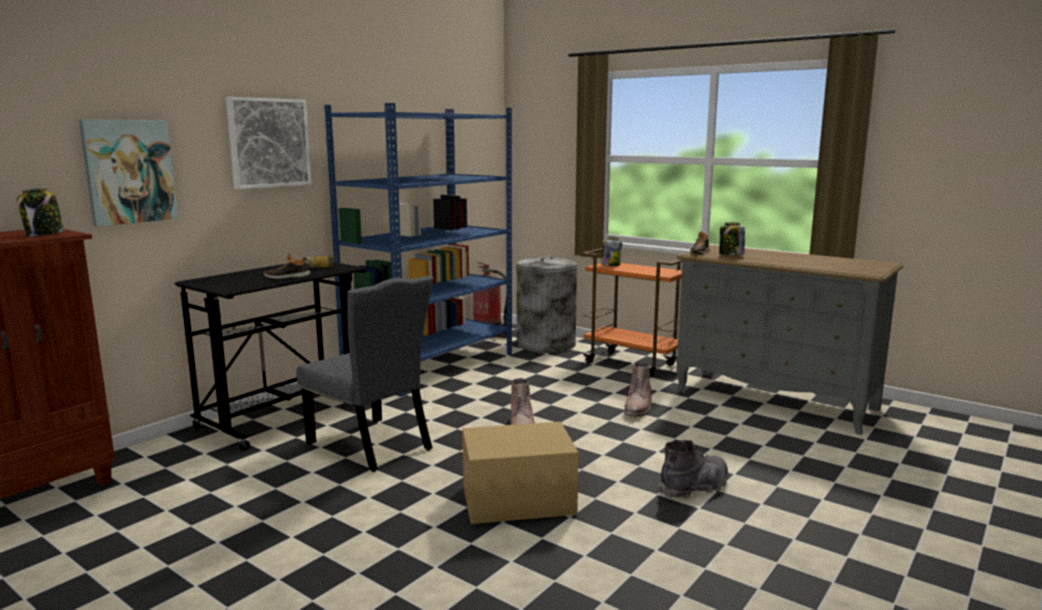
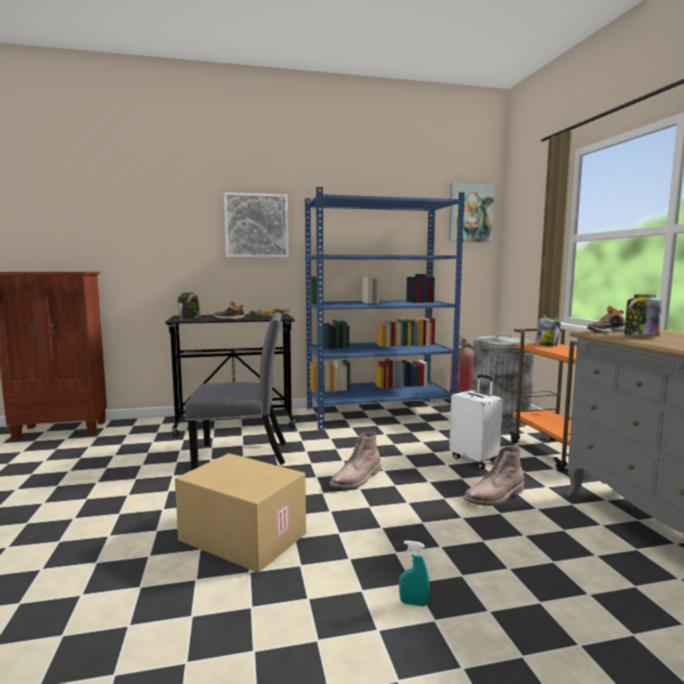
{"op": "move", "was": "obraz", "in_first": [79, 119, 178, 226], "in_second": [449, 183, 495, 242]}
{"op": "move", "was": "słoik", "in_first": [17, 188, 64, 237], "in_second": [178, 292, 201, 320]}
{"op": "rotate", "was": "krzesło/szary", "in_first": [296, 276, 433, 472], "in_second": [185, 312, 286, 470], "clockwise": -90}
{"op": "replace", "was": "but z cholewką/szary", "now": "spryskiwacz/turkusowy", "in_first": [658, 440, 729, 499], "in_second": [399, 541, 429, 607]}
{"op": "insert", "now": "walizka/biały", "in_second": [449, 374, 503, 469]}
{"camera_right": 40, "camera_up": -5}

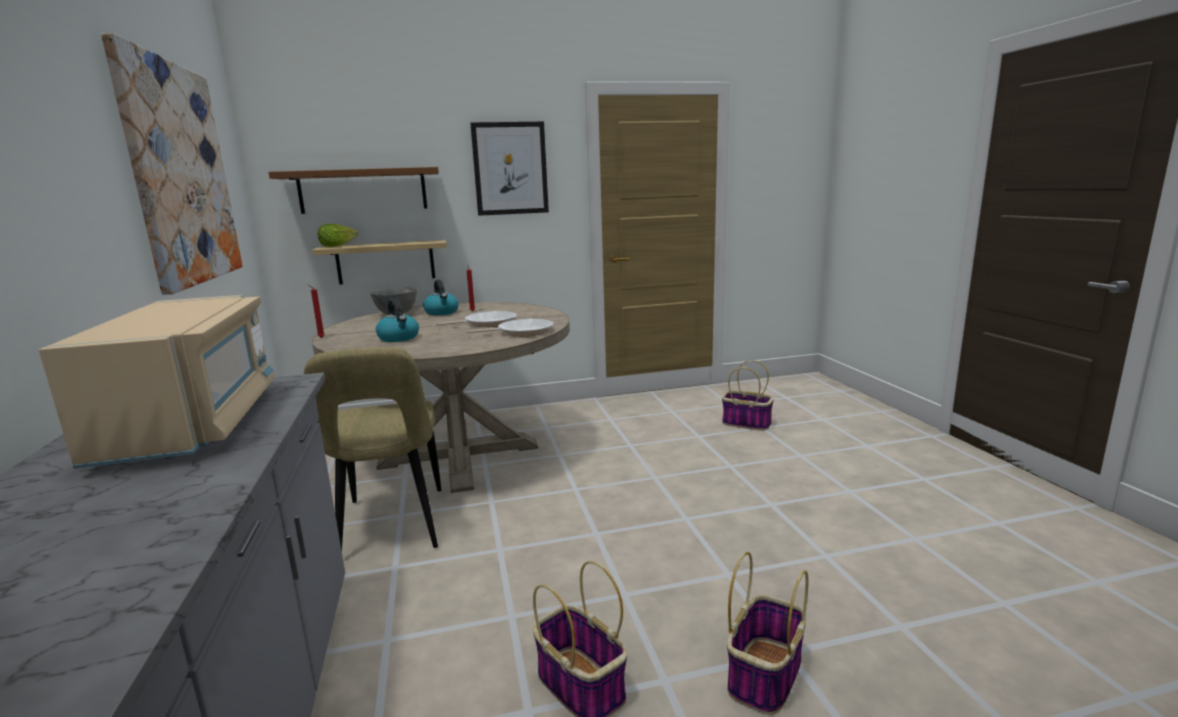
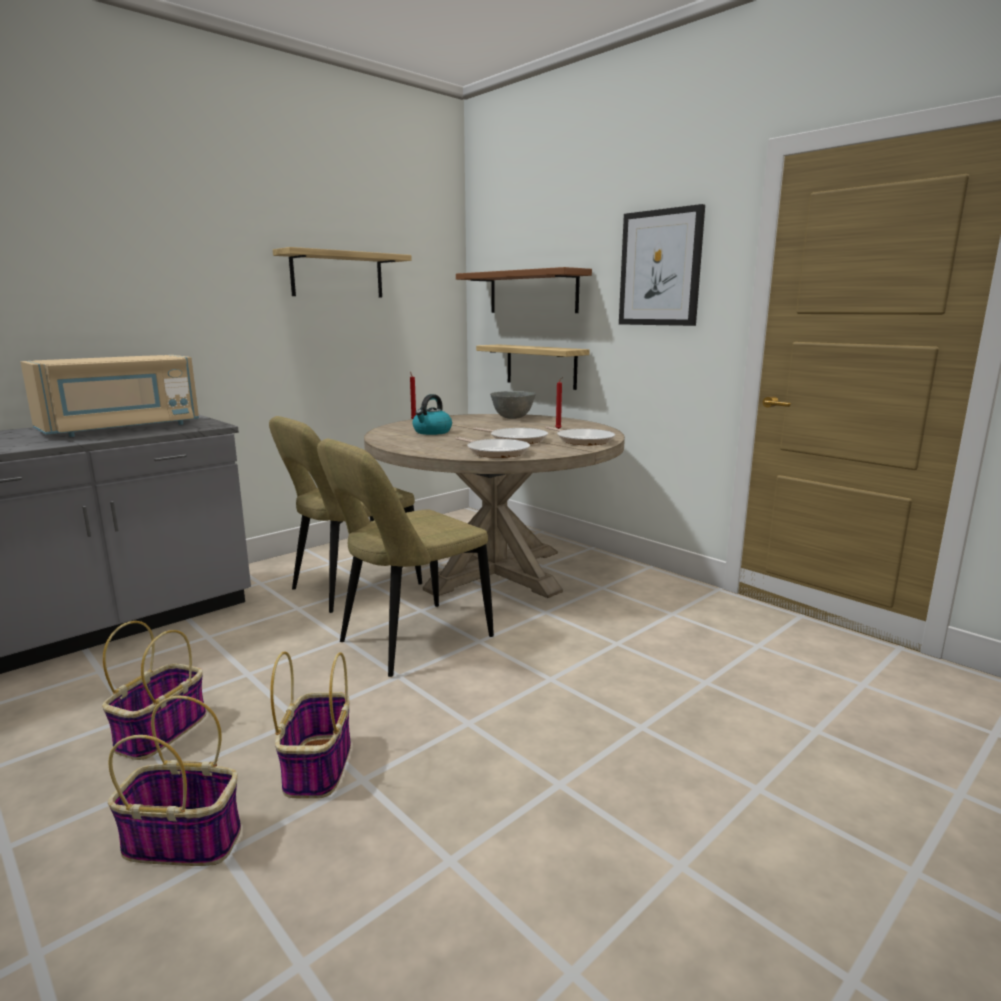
{"op": "replace", "was": "obraz", "now": "półka", "in_first": [101, 33, 243, 295], "in_second": [273, 247, 412, 298]}
{"op": "delete", "was": "sałata", "in_first": [318, 224, 358, 247]}
{"op": "delete", "was": "czajnik", "in_first": [423, 280, 459, 315]}
{"op": "move", "was": "koszyk", "in_first": [722, 360, 774, 431], "in_second": [270, 651, 351, 799]}
{"op": "insert", "now": "patelnia", "in_second": [546, 427, 615, 445]}
{"op": "insert", "now": "krzesło/beżowy", "in_second": [317, 439, 494, 677]}
{"camera_right": 60, "camera_up": 0}

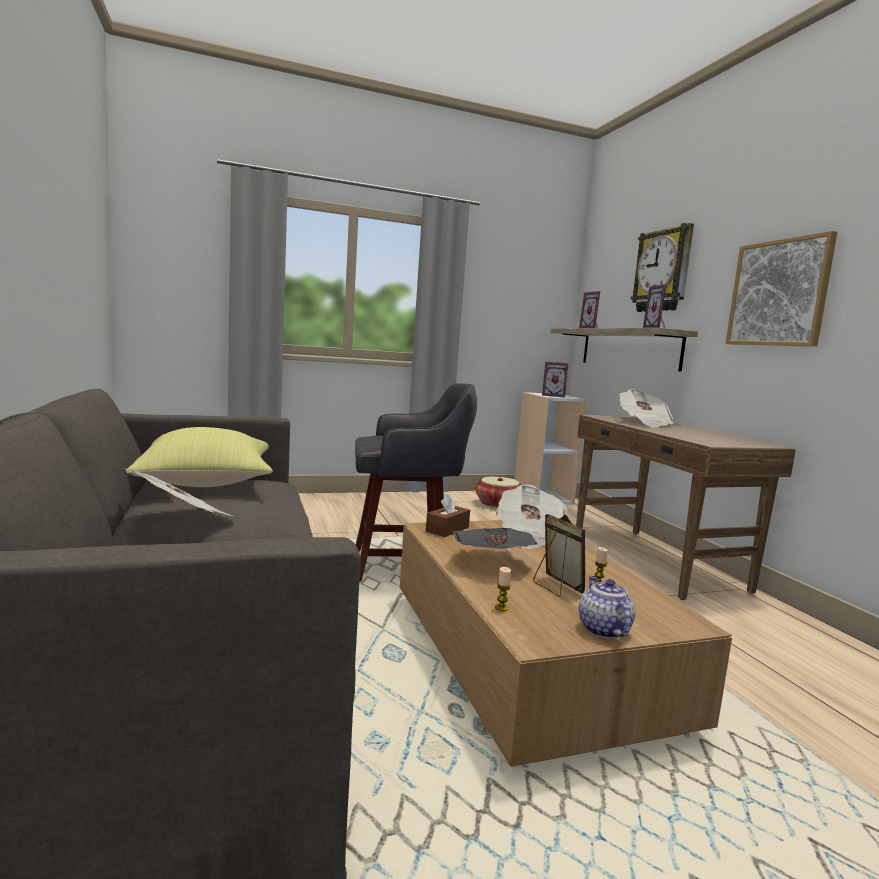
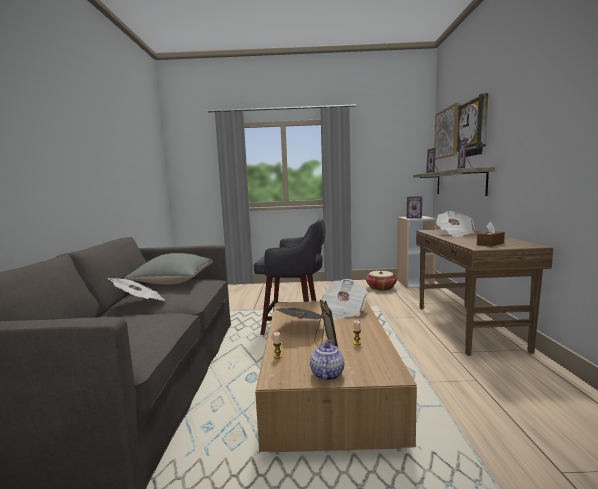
{"op": "move", "was": "obraz", "in_first": [725, 231, 837, 347], "in_second": [435, 103, 459, 159]}
{"op": "recolor", "was": "poduszka/żółty", "now": "poduszka/szary", "in_first": [126, 427, 273, 487], "in_second": [125, 253, 213, 285]}
{"op": "move", "was": "pudełko chusteczek/brązowy", "in_first": [426, 493, 470, 537], "in_second": [477, 221, 505, 247]}
{"camera_right": 20, "camera_up": 0}

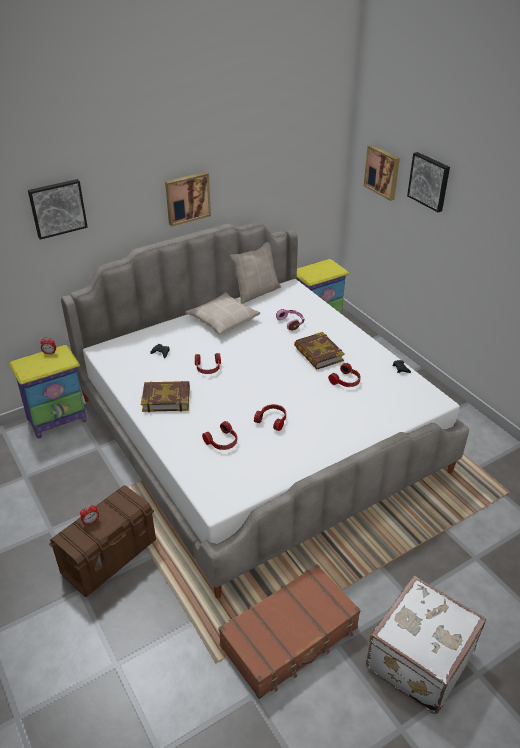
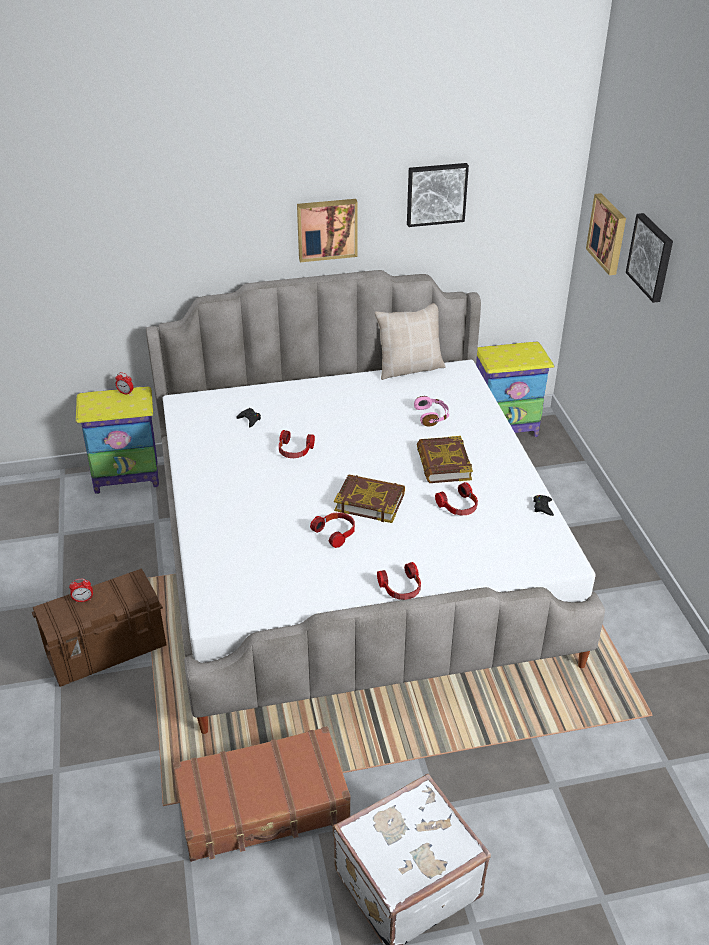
{"op": "move", "was": "obraz", "in_first": [28, 179, 88, 240], "in_second": [407, 163, 469, 227]}
{"op": "delete", "was": "poduszka/beżowy", "in_first": [185, 292, 260, 335]}
{"op": "move", "was": "książka", "in_first": [141, 381, 190, 412], "in_second": [334, 474, 405, 523]}
{"op": "move", "was": "słuchawki", "in_first": [202, 421, 237, 450], "in_second": [377, 562, 421, 600]}
{"camera_right": 20, "camera_up": 0}

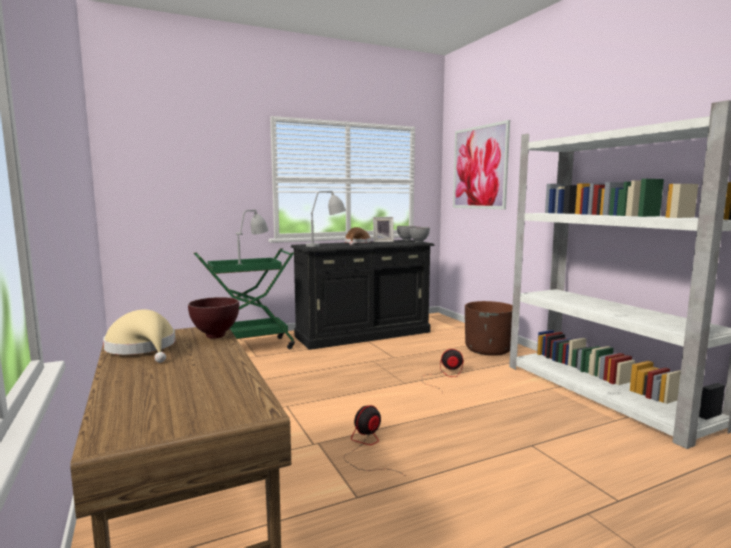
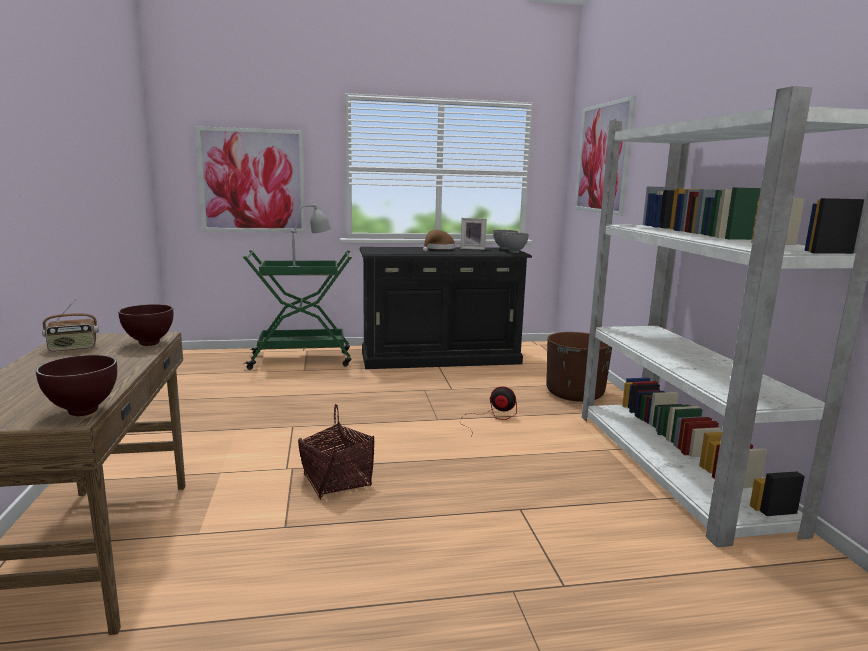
{"op": "delete", "was": "lampa stołowa/szary", "in_first": [306, 191, 346, 247]}
{"op": "replace", "was": "kapelusz/beżowy", "now": "radio", "in_first": [103, 309, 175, 363], "in_second": [42, 299, 99, 351]}
{"op": "replace", "was": "wentylator", "now": "koszyk", "in_first": [344, 405, 406, 476], "in_second": [298, 404, 374, 499]}
{"op": "insert", "now": "obraz", "in_second": [195, 126, 305, 232]}
{"op": "insert", "now": "miska/brązowy", "in_second": [36, 355, 117, 416]}
{"camera_right": 15, "camera_up": 5}

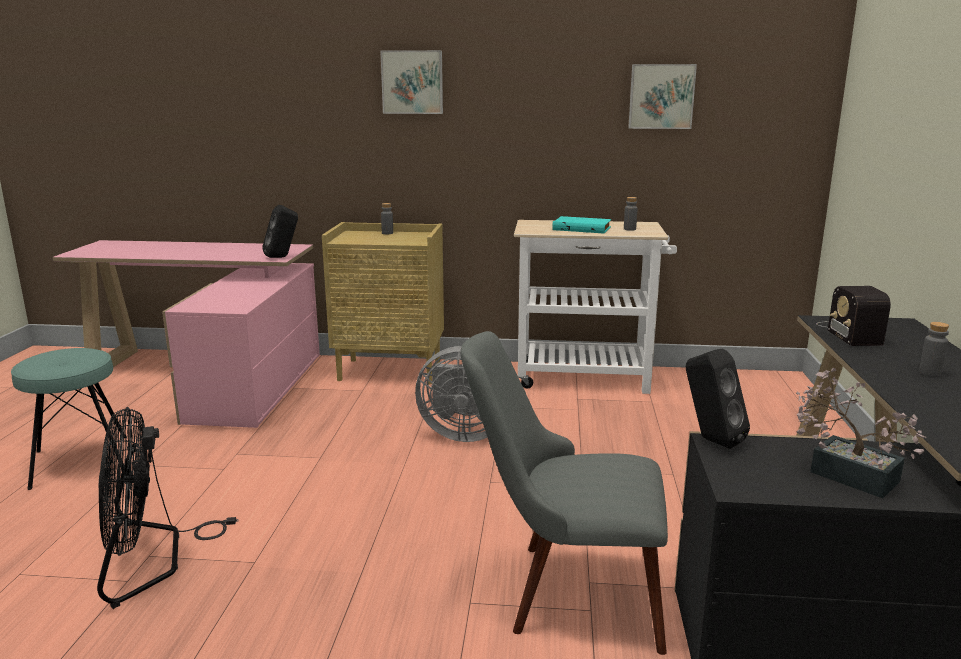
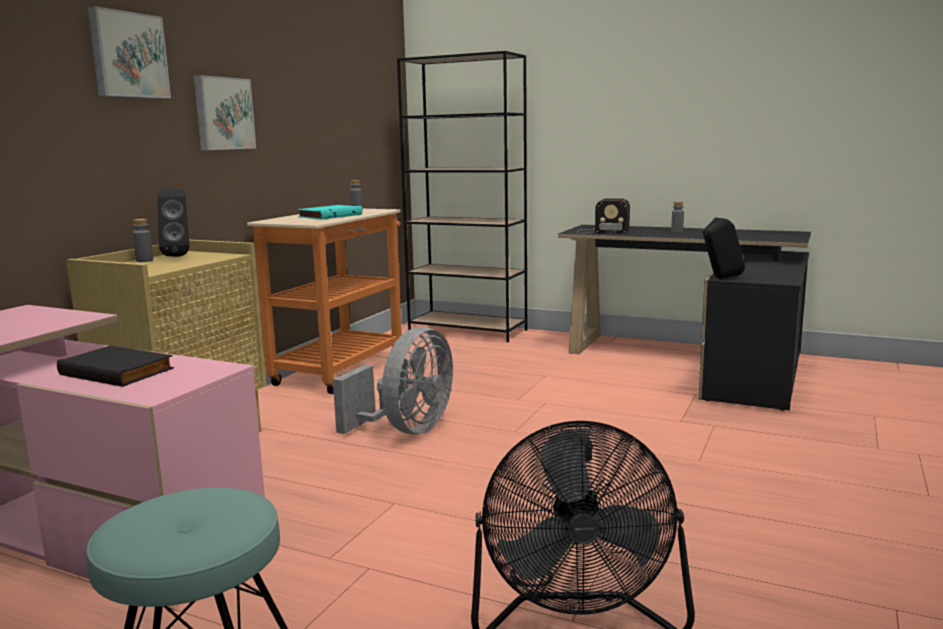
{"op": "move", "was": "obraz", "in_first": [628, 64, 697, 129], "in_second": [194, 75, 256, 150]}
{"op": "move", "was": "głośnik/czarny", "in_first": [262, 205, 298, 258], "in_second": [157, 188, 189, 257]}
{"op": "recolor", "was": "wózek/biały", "now": "wózek/pomarańczowy", "in_first": [514, 220, 677, 394], "in_second": [247, 209, 402, 394]}
{"op": "delete", "was": "krzesło/szary", "in_first": [461, 331, 668, 655]}
{"op": "delete", "was": "roślina doniczkowa", "in_first": [796, 368, 926, 498]}
{"op": "insert", "now": "regał/beżowy", "in_second": [397, 51, 527, 342]}
{"op": "insert", "now": "książka/czarny", "in_second": [57, 345, 174, 387]}
{"camera_right": -70, "camera_up": -5}

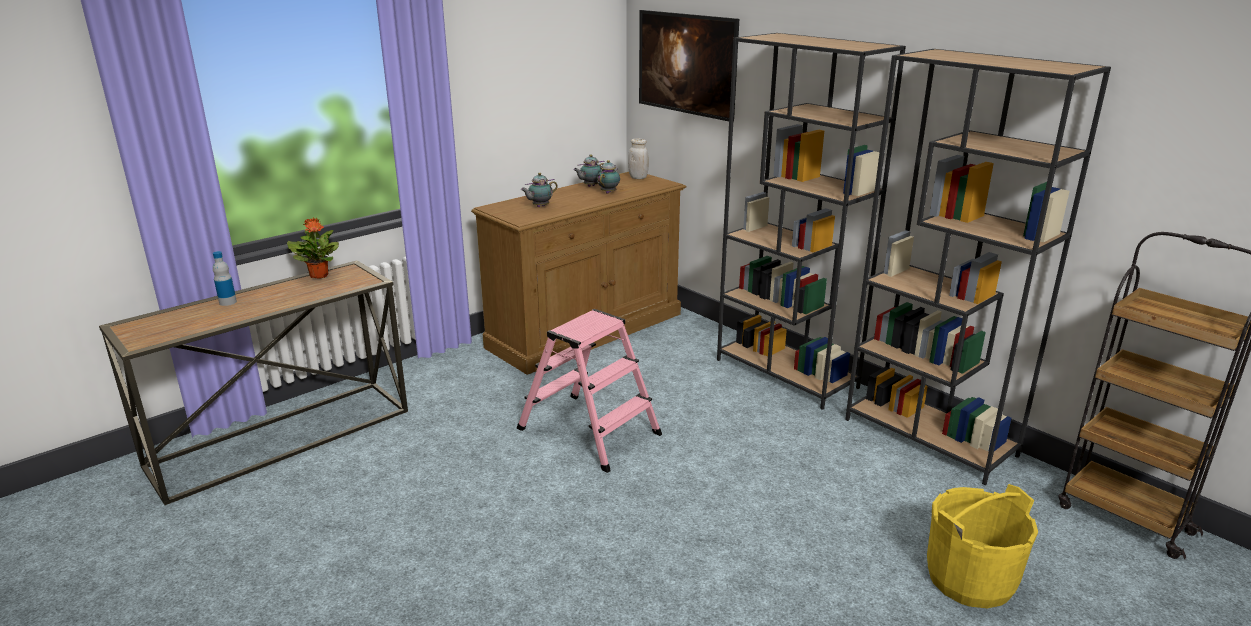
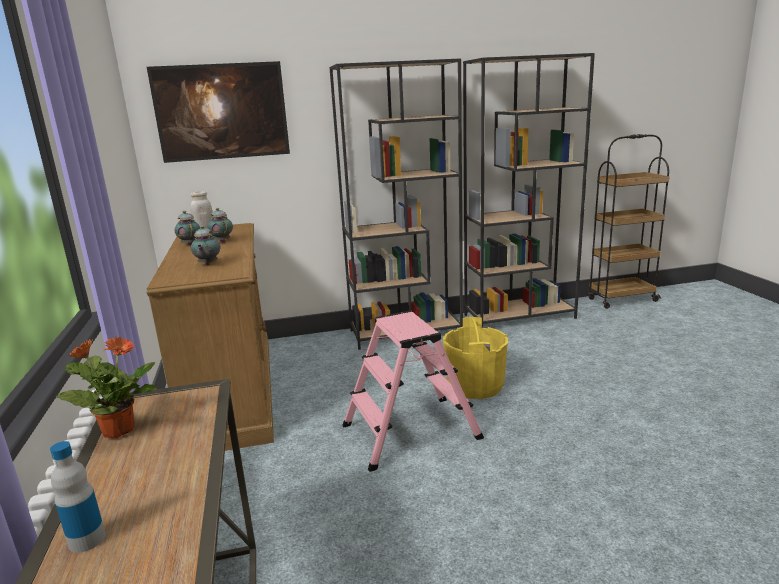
{"op": "rotate", "was": "imbryk", "in_first": [573, 154, 605, 187], "in_second": [175, 211, 200, 245], "clockwise": 150}
{"op": "move", "was": "wiadro/żółty", "in_first": [927, 484, 1038, 609], "in_second": [443, 317, 508, 399]}
{"camera_right": -60, "camera_up": -5}

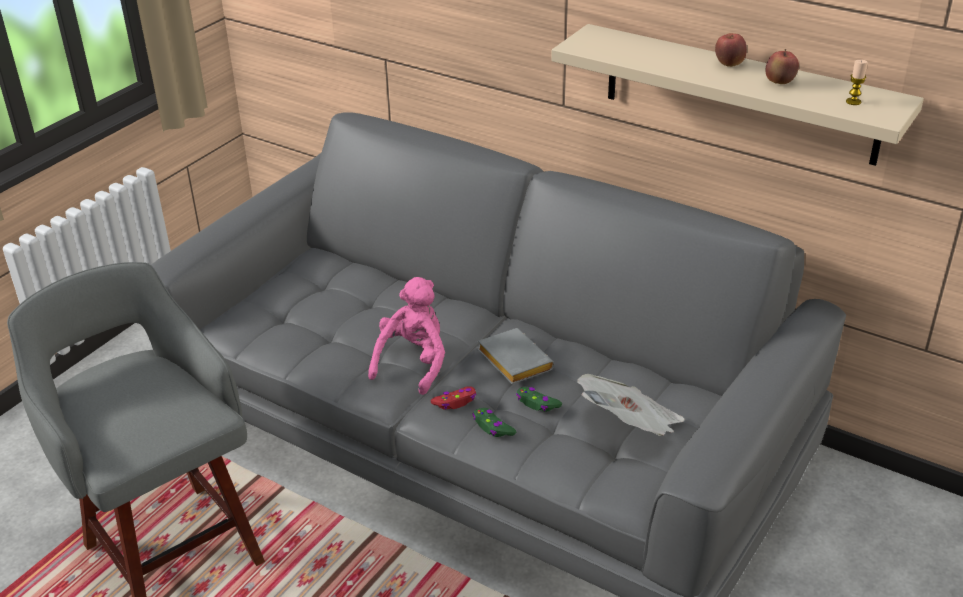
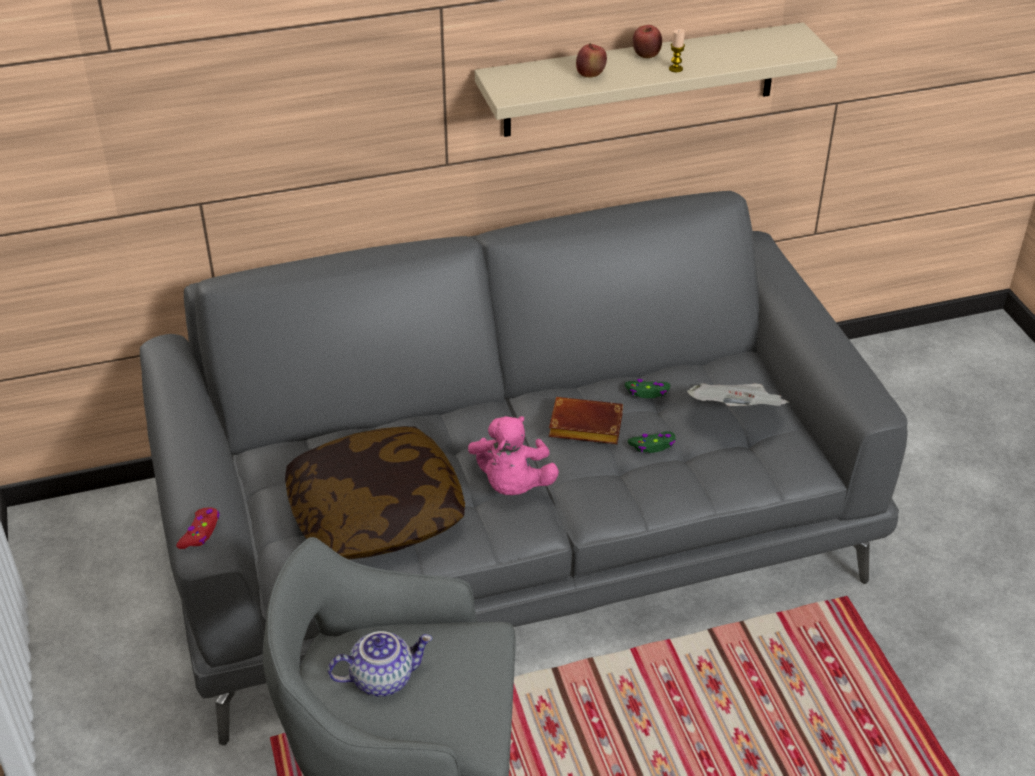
{"op": "move", "was": "jabłko", "in_first": [765, 49, 799, 84], "in_second": [576, 43, 607, 77]}
{"op": "move", "was": "świeca", "in_first": [846, 60, 868, 105], "in_second": [669, 29, 685, 72]}
{"op": "rotate", "was": "pluszak/różowy", "in_first": [368, 277, 445, 395], "in_second": [468, 416, 559, 495], "clockwise": -150}
{"op": "recolor", "was": "książka/szary", "now": "książka/brązowy", "in_first": [478, 328, 554, 384], "in_second": [549, 397, 623, 444]}
{"op": "move", "was": "pad do gier/czerwony", "in_first": [430, 386, 476, 410], "in_second": [176, 508, 219, 549]}
{"op": "move", "was": "pad do gier/zielony", "in_first": [472, 408, 516, 437], "in_second": [625, 379, 670, 398]}
{"op": "insert", "now": "poduszka", "in_second": [285, 426, 465, 560]}
{"op": "insert", "now": "imbryk", "in_second": [328, 631, 432, 697]}
{"camera_right": -50, "camera_up": 5}

